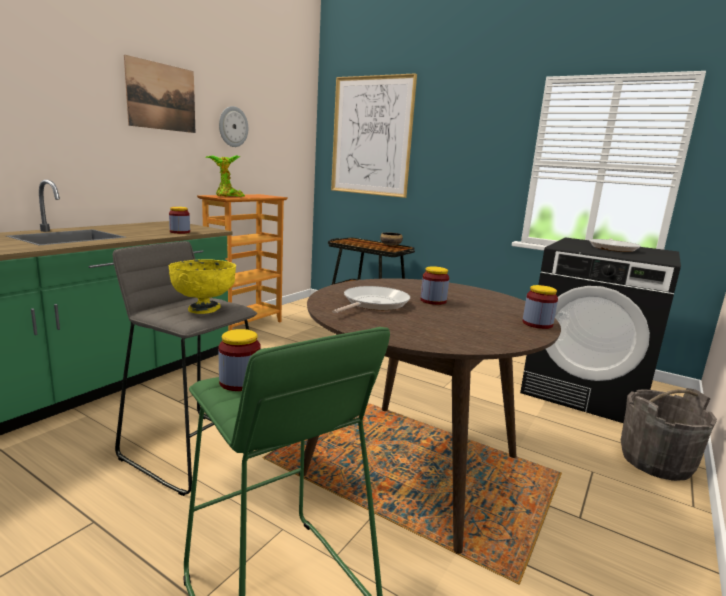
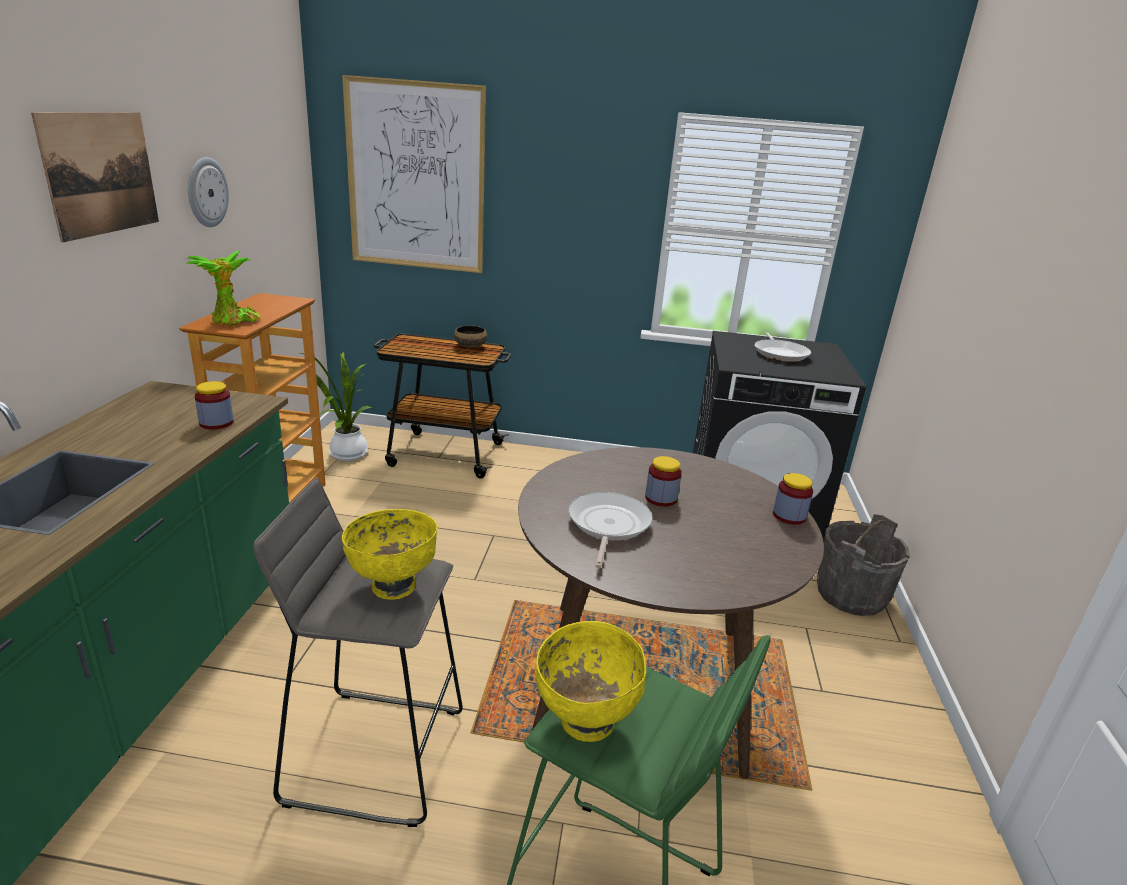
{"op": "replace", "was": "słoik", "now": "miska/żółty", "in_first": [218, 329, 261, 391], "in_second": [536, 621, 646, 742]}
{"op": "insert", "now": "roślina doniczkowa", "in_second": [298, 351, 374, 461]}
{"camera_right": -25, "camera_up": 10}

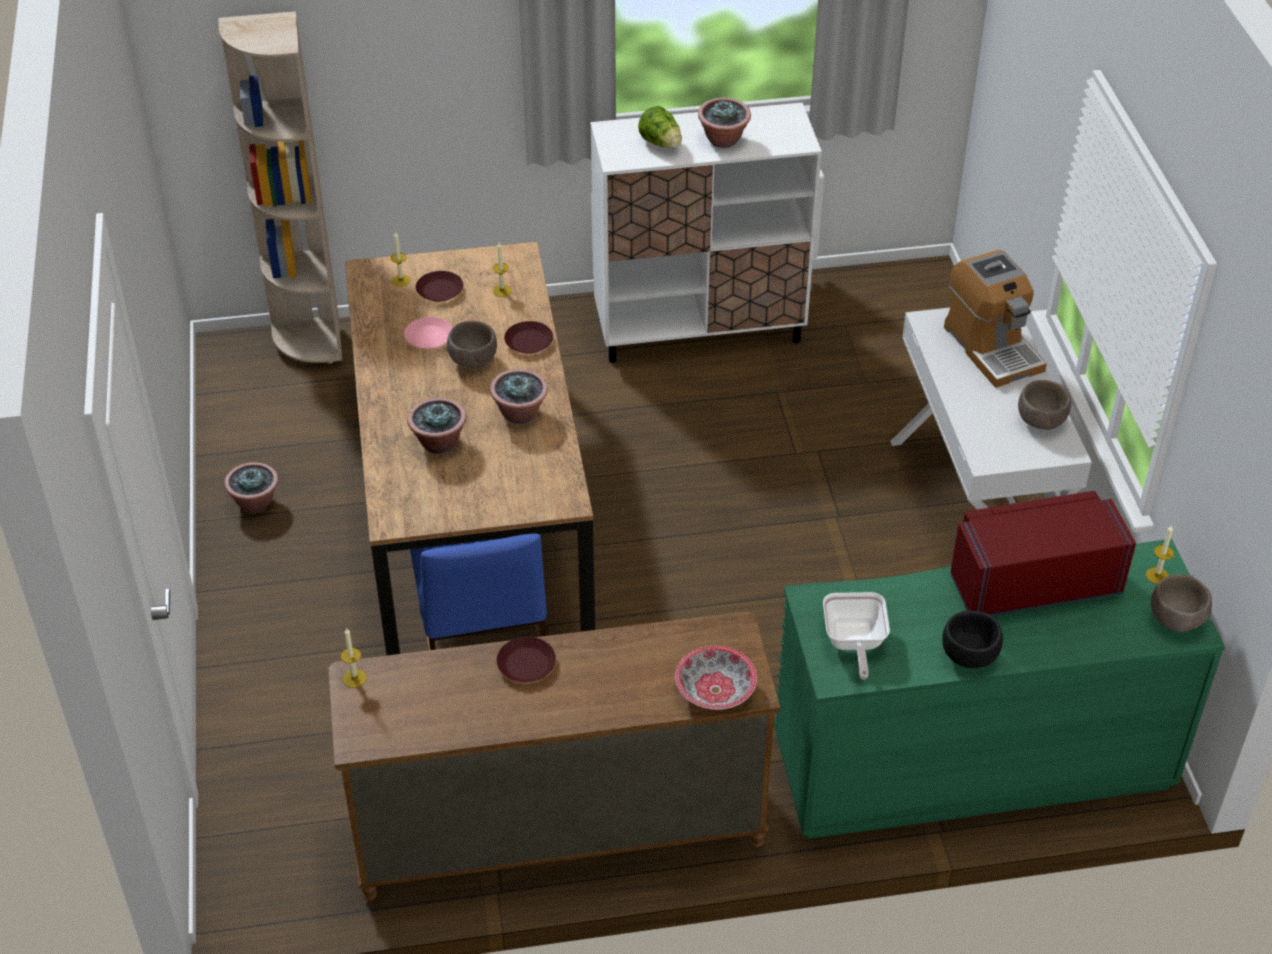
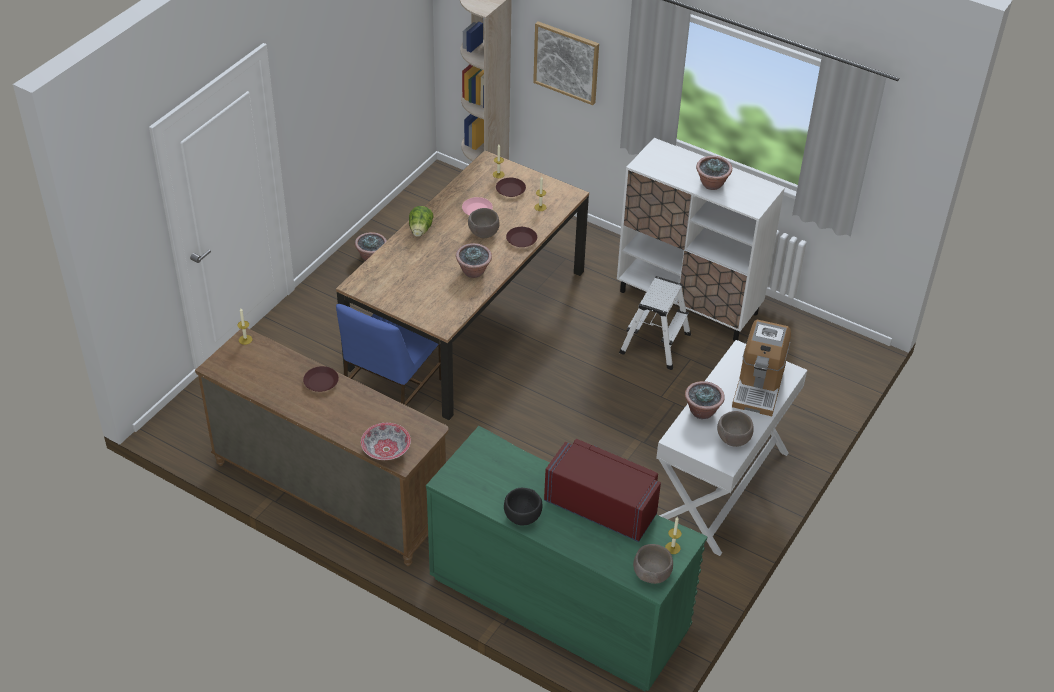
{"op": "move", "was": "sałata", "in_first": [638, 106, 682, 149], "in_second": [409, 206, 434, 237]}
{"op": "move", "was": "roślina doniczkowa", "in_first": [407, 398, 466, 454], "in_second": [685, 381, 725, 419]}
{"op": "delete", "was": "patelnia", "in_first": [823, 592, 890, 680]}
{"op": "insert", "now": "obraz", "in_second": [533, 21, 599, 105]}
{"op": "insert", "now": "drabinka/biały", "in_second": [619, 276, 691, 370]}
{"camera_right": 40, "camera_up": 0}

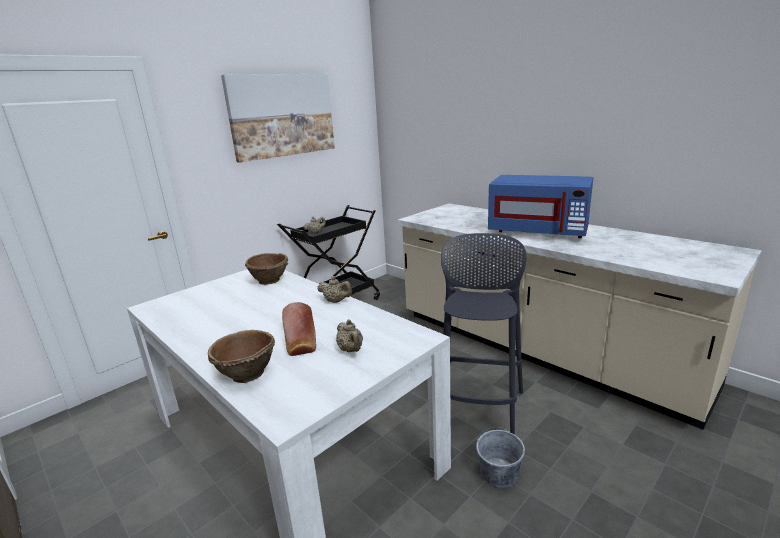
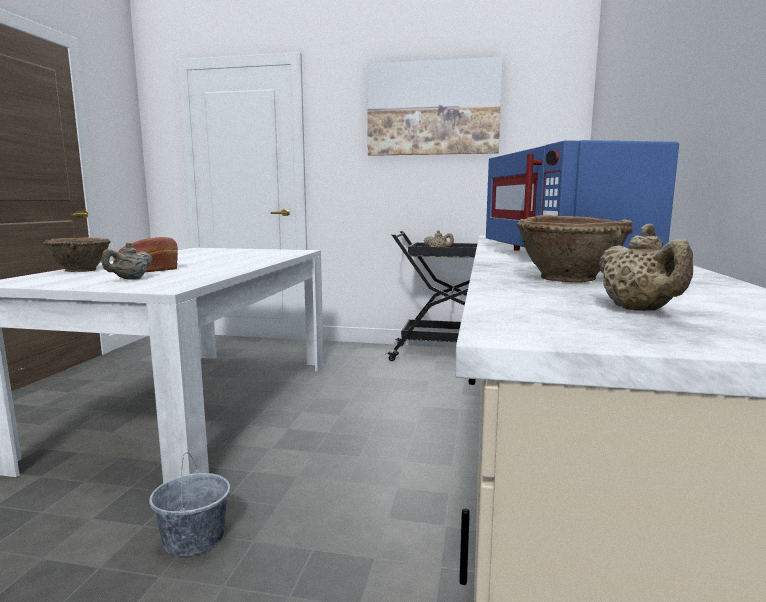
{"op": "delete", "was": "stołek/szary", "in_first": [441, 233, 526, 435]}
{"op": "move", "was": "miska/brązowy", "in_first": [245, 253, 288, 285], "in_second": [517, 215, 633, 283]}
{"op": "move", "was": "imbryk/beżowy", "in_first": [317, 276, 352, 303], "in_second": [599, 224, 693, 311]}
{"camera_right": 55, "camera_up": -10}

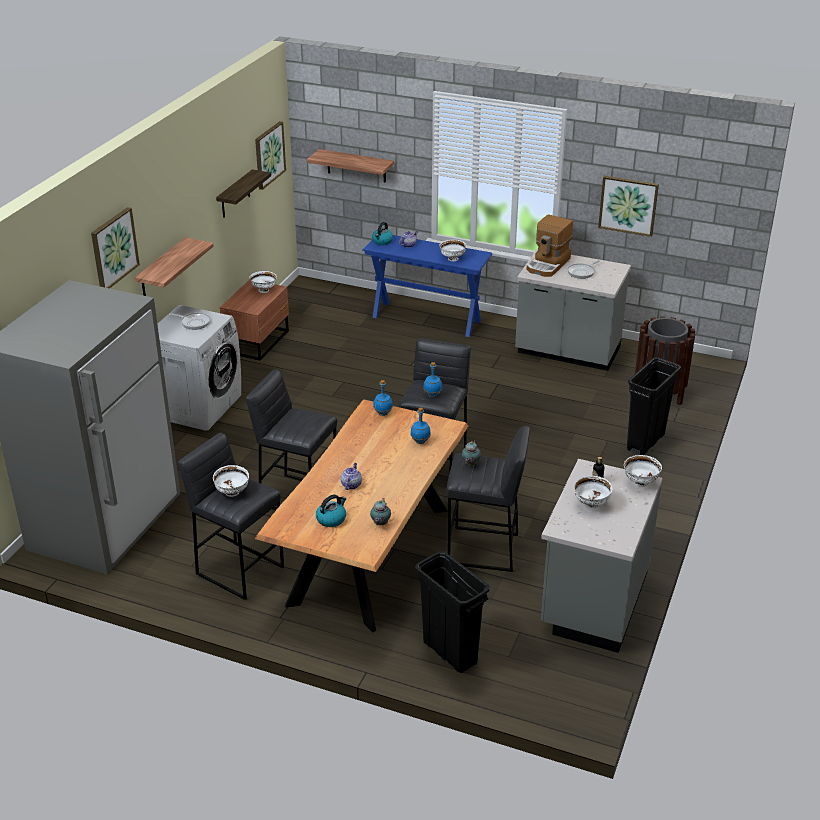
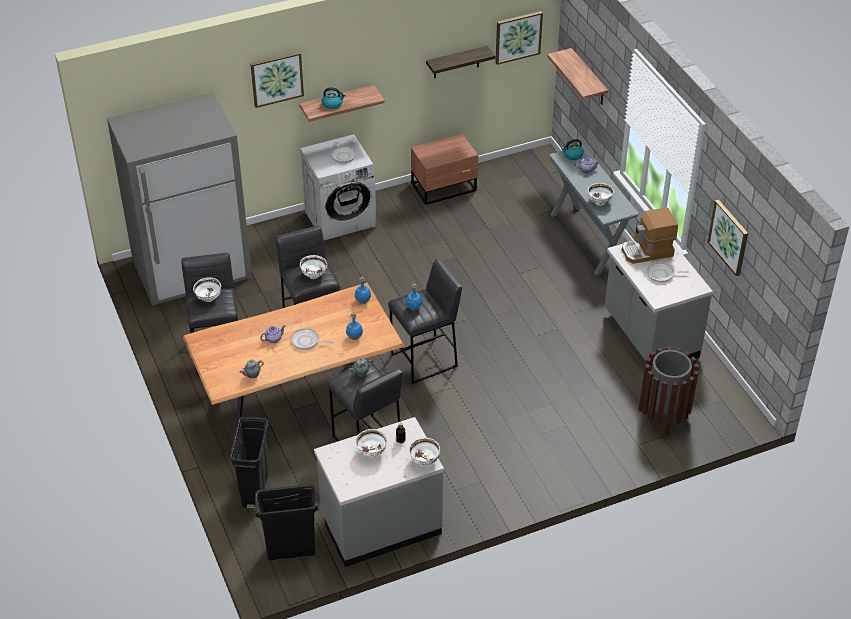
{"op": "recolor", "was": "stolik konsolowy/niebieski", "now": "stolik konsolowy/szary", "in_first": [362, 235, 492, 337], "in_second": [549, 145, 639, 275]}
{"op": "move", "was": "miska/biały", "in_first": [249, 271, 277, 293], "in_second": [300, 255, 327, 279]}
{"op": "move", "was": "kosz na śmieci/czarny", "in_first": [627, 357, 681, 455], "in_second": [254, 484, 319, 560]}
{"op": "move", "was": "czajnik", "in_first": [316, 495, 346, 527], "in_second": [322, 87, 346, 109]}
{"op": "insert", "now": "patelnia", "in_second": [291, 328, 333, 350]}
{"camera_right": 45, "camera_up": 10}

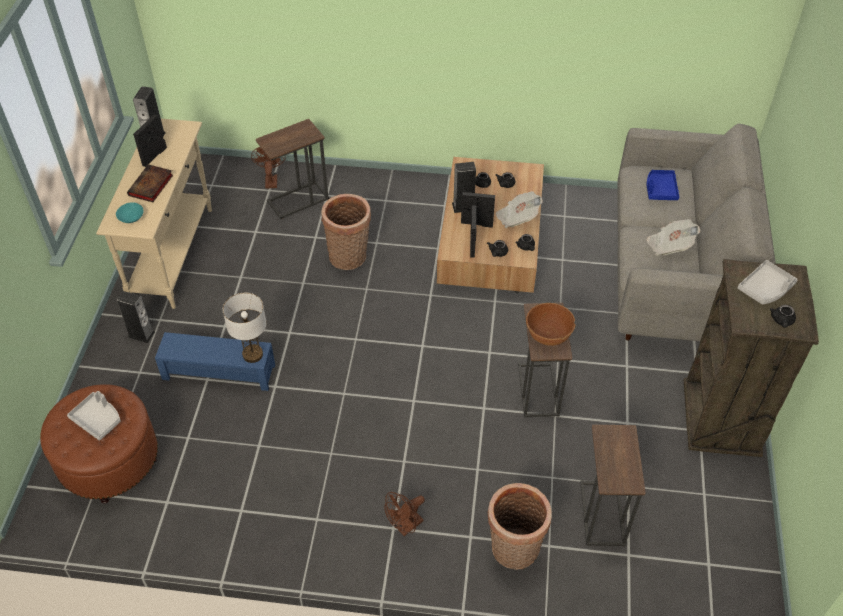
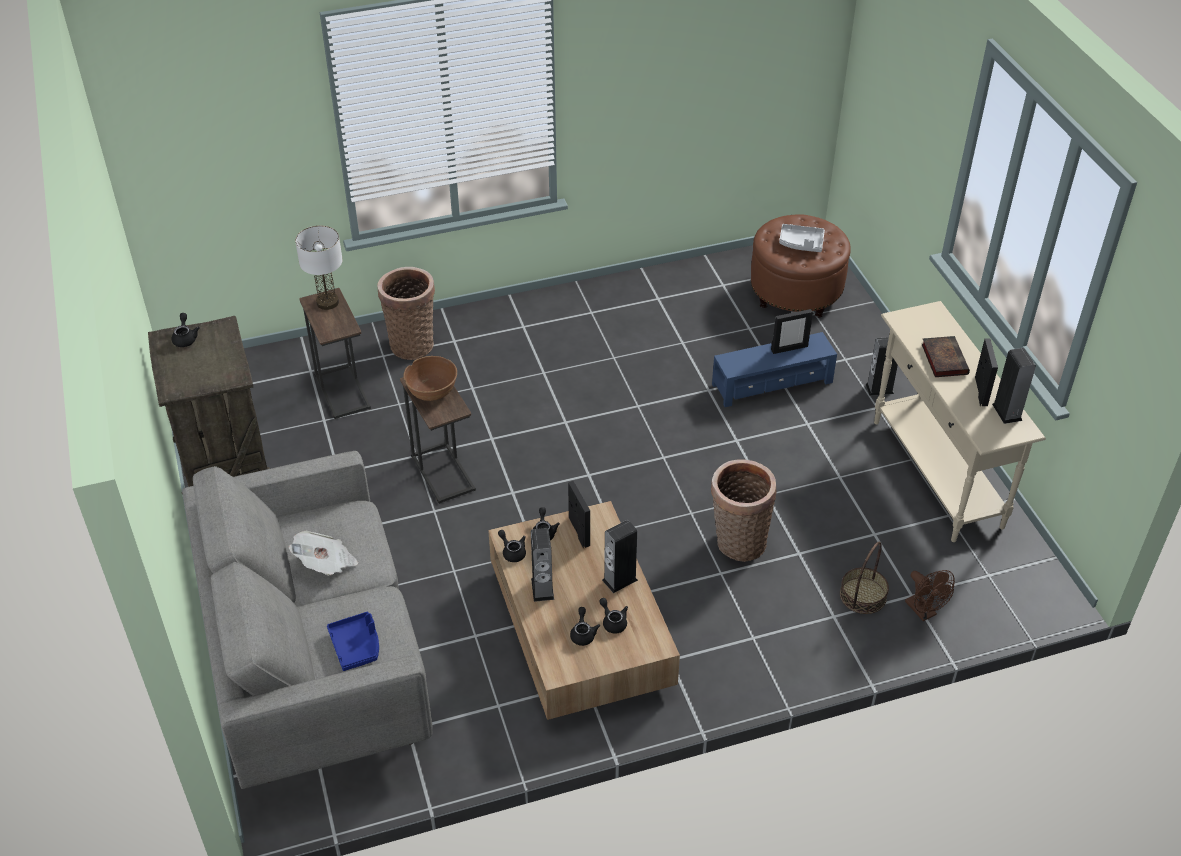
{"op": "replace", "was": "stolik/brązowy", "now": "koszyk", "in_first": [256, 119, 329, 219], "in_second": [840, 542, 889, 614]}
{"op": "replace", "was": "gazeta", "now": "głośnik", "in_first": [495, 191, 543, 228], "in_second": [531, 528, 554, 602]}
{"op": "move", "was": "ramka na zdjęcie", "in_first": [461, 192, 495, 228], "in_second": [771, 309, 813, 354]}
{"op": "delete", "was": "miska/turkusowy", "in_first": [116, 202, 144, 223]}
{"op": "delete", "was": "taca/szary", "in_first": [738, 260, 798, 304]}
{"op": "move", "was": "lampa stołowa", "in_first": [223, 293, 266, 363], "in_second": [295, 226, 343, 310]}
{"op": "delete", "was": "wentylator/brązowy", "in_first": [385, 492, 425, 536]}
{"camera_right": 155, "camera_up": -5}

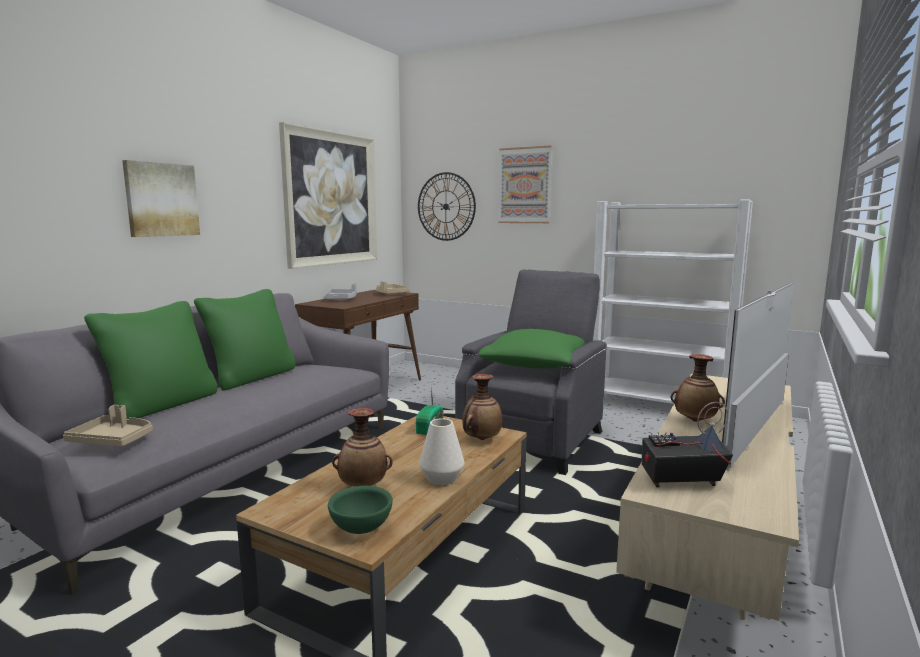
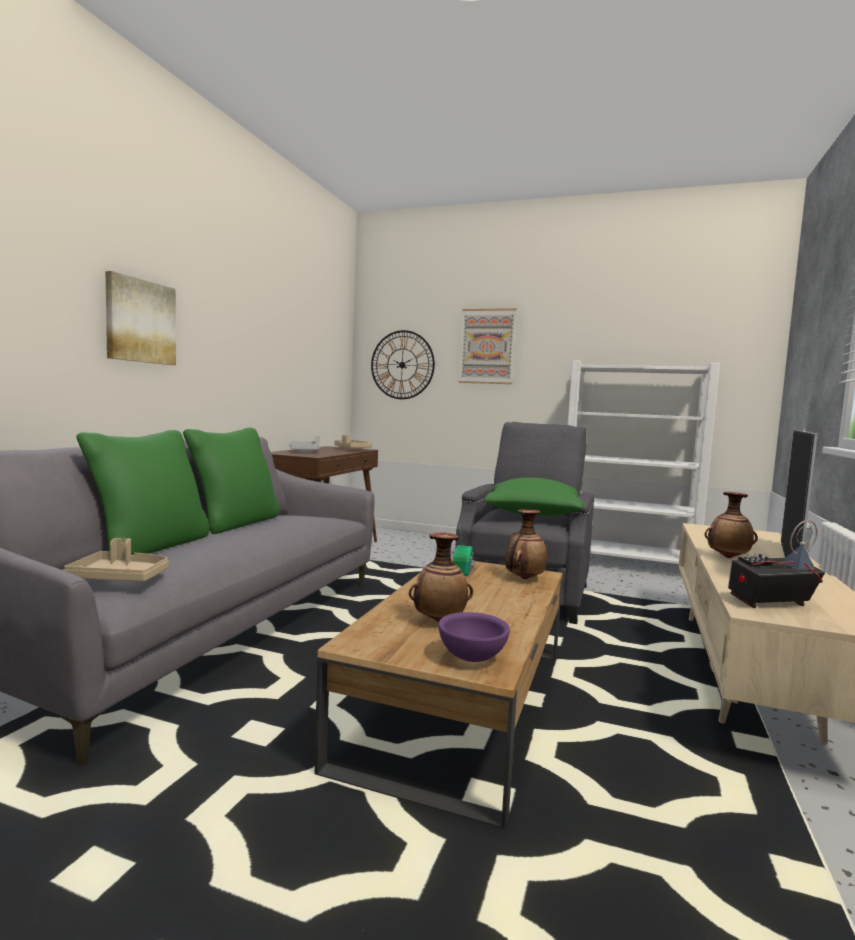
{"op": "delete", "was": "obraz", "in_first": [279, 122, 377, 269]}
{"op": "delete", "was": "wazon/biały", "in_first": [419, 418, 464, 485]}
{"op": "recolor", "was": "miska/zielony", "now": "miska/fioletowy", "in_first": [328, 486, 393, 534], "in_second": [438, 612, 510, 662]}
{"camera_right": -10, "camera_up": -5}

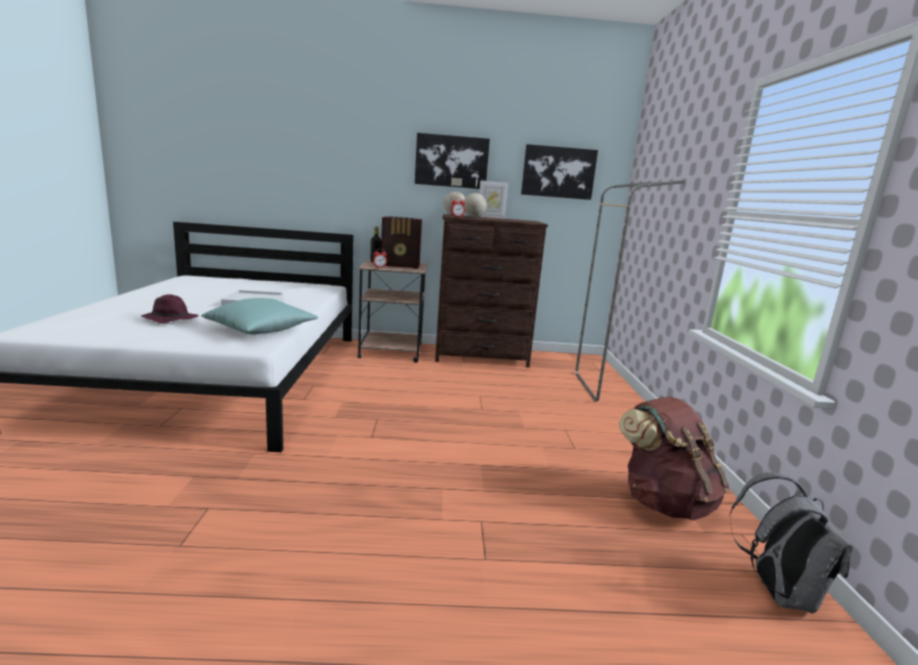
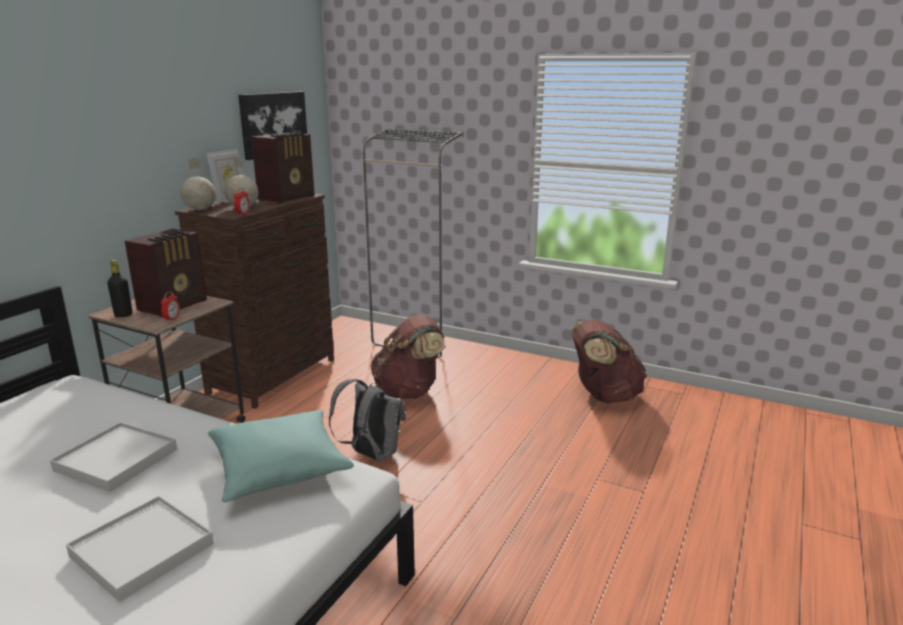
{"op": "delete", "was": "obraz", "in_first": [415, 133, 490, 189]}
{"op": "replace", "was": "kapelusz/fioletowy", "now": "taca/biały", "in_first": [141, 294, 198, 324], "in_second": [66, 496, 214, 602]}
{"op": "move", "was": "plecak/szary", "in_first": [729, 472, 853, 614], "in_second": [329, 379, 406, 461]}
{"op": "insert", "now": "radio", "in_second": [251, 133, 315, 203]}
{"op": "insert", "now": "plecak/brązowy", "in_second": [370, 315, 445, 399]}
{"camera_right": -60, "camera_up": 5}

